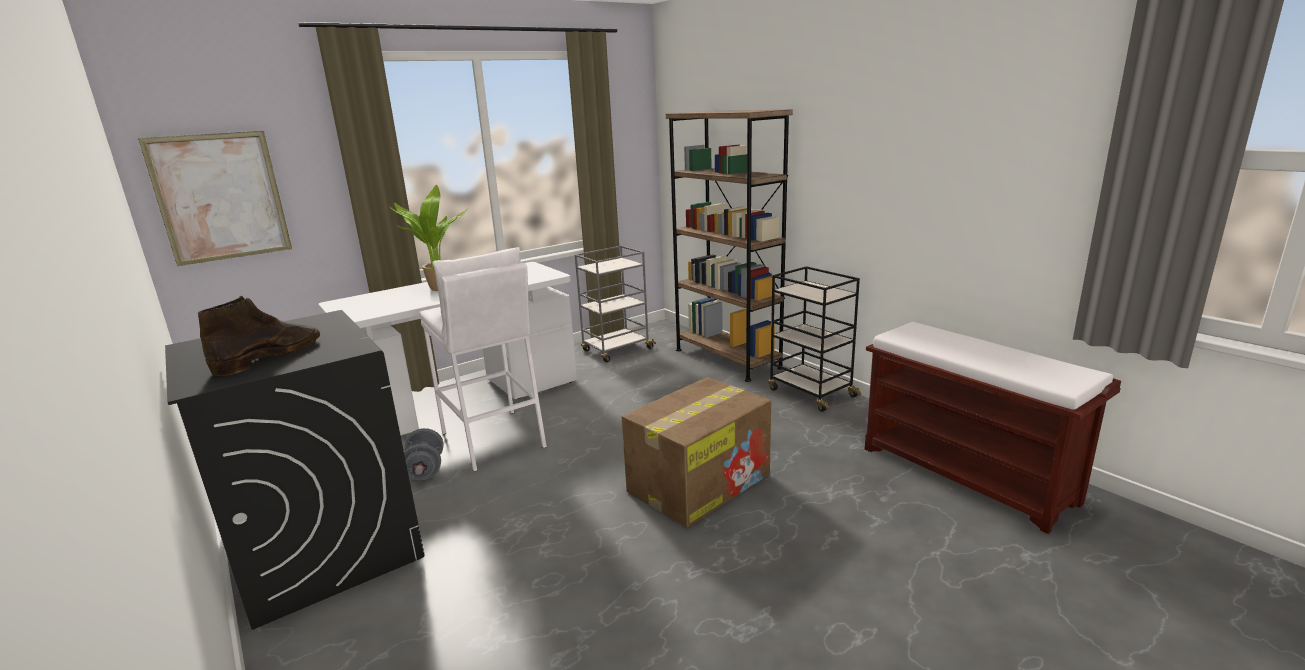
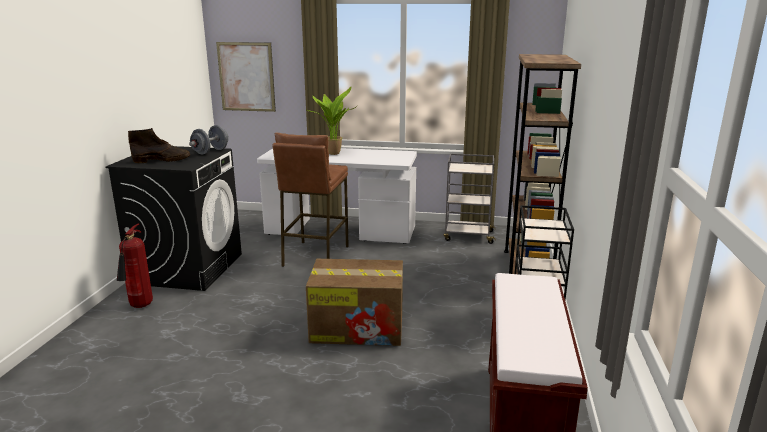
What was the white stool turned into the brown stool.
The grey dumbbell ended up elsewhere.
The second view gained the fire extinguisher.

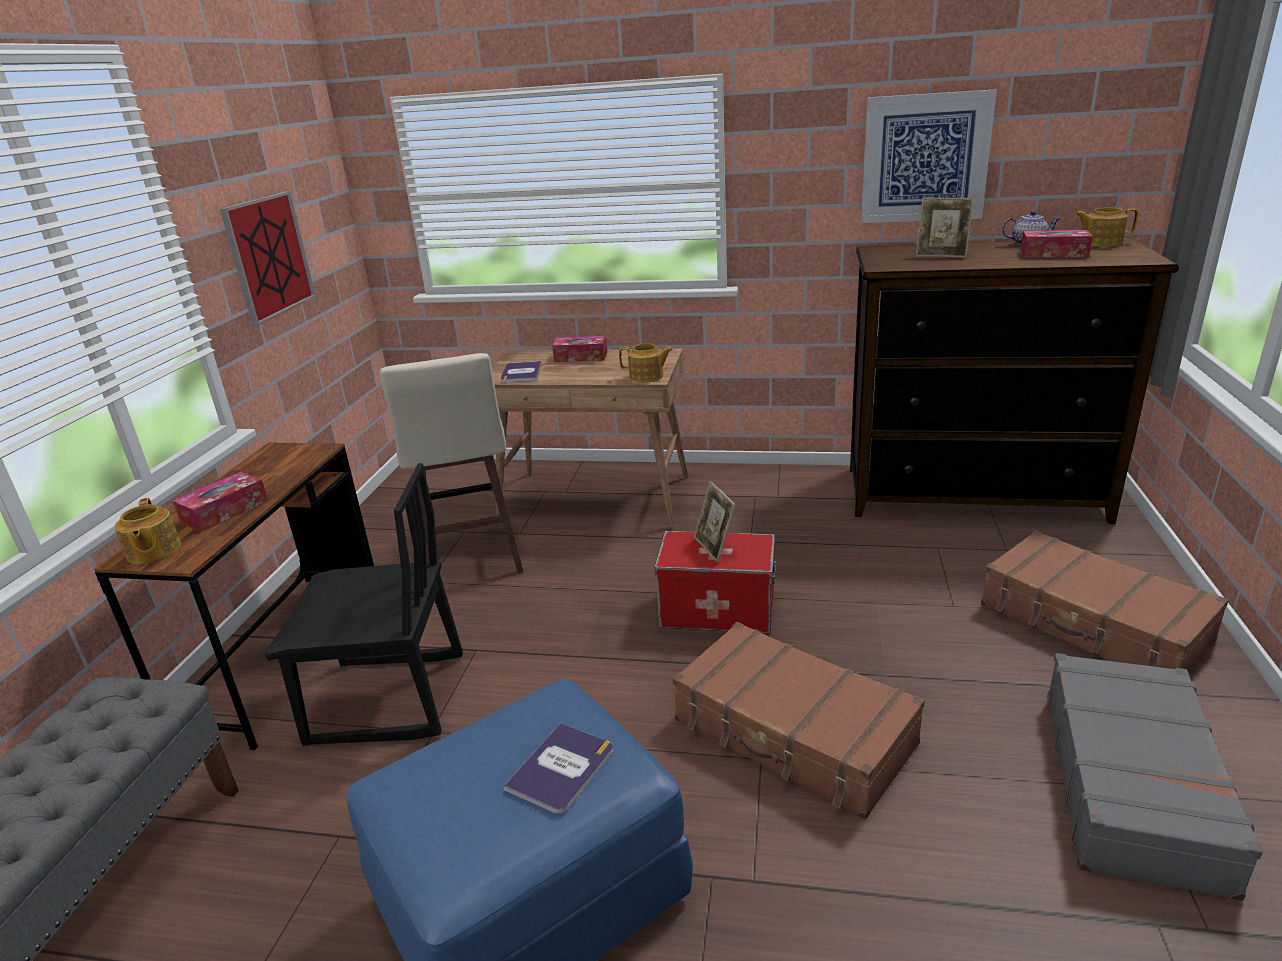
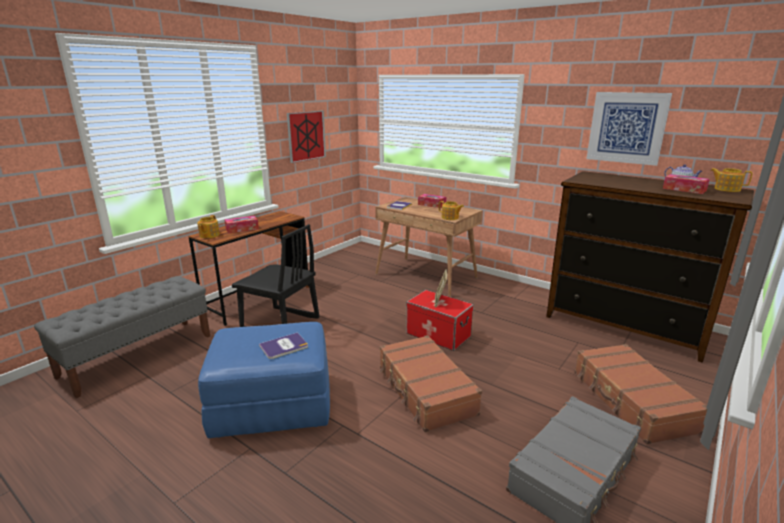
The second view lost the picture frame (no. 2 from left).
The second view lost the beige stool.

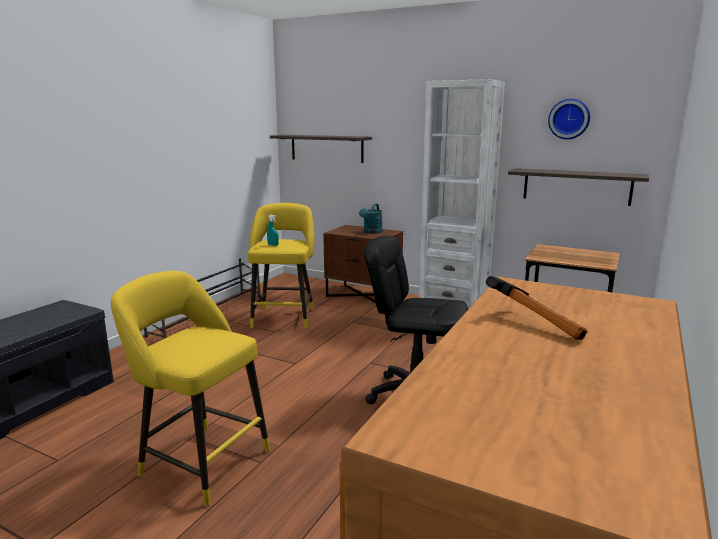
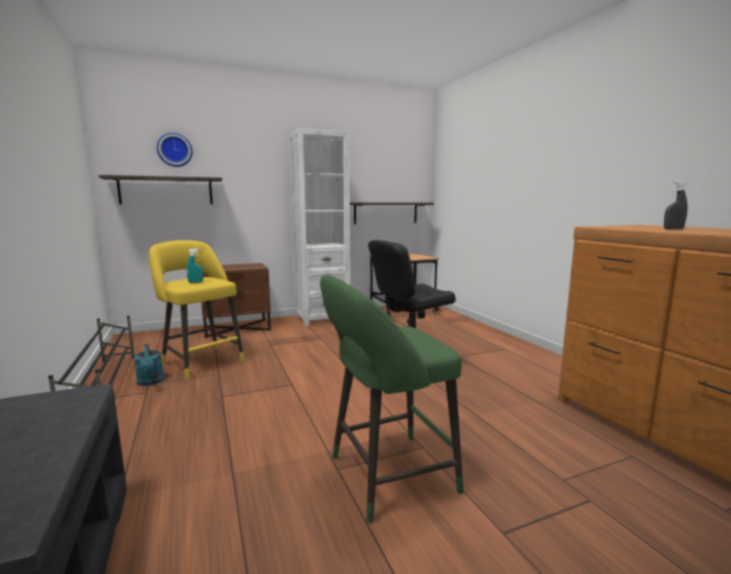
The wall clock ended up elsewhere.
The turquoise watering can ended up elsewhere.
What was the yellow stool (no. 1 from left) turned into the green stool.
Where the hammer stood, the grey spray bottle came to stand.

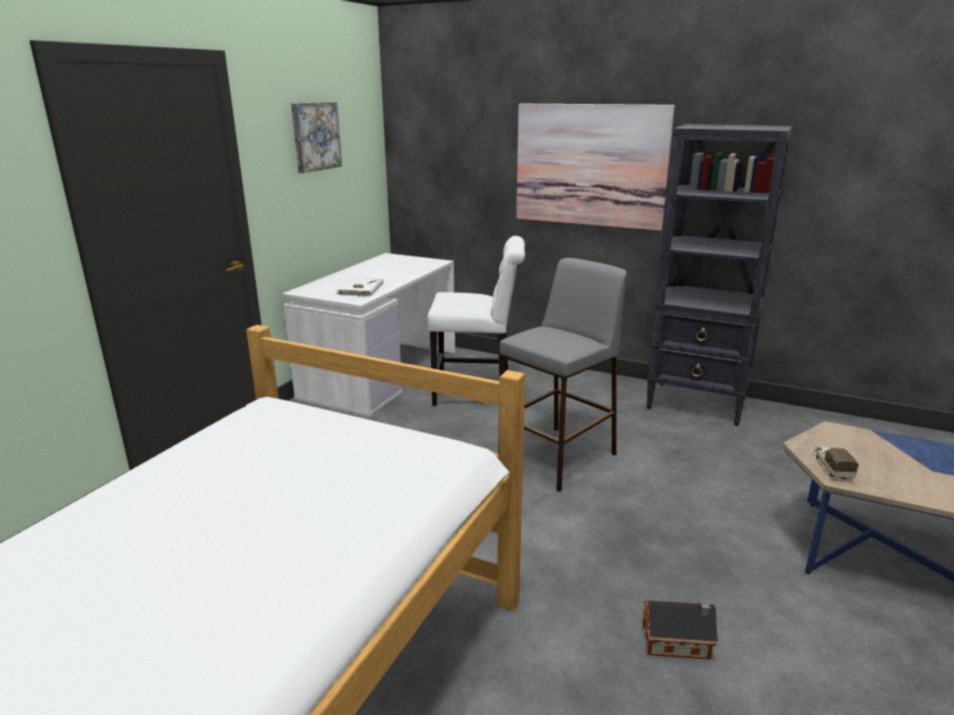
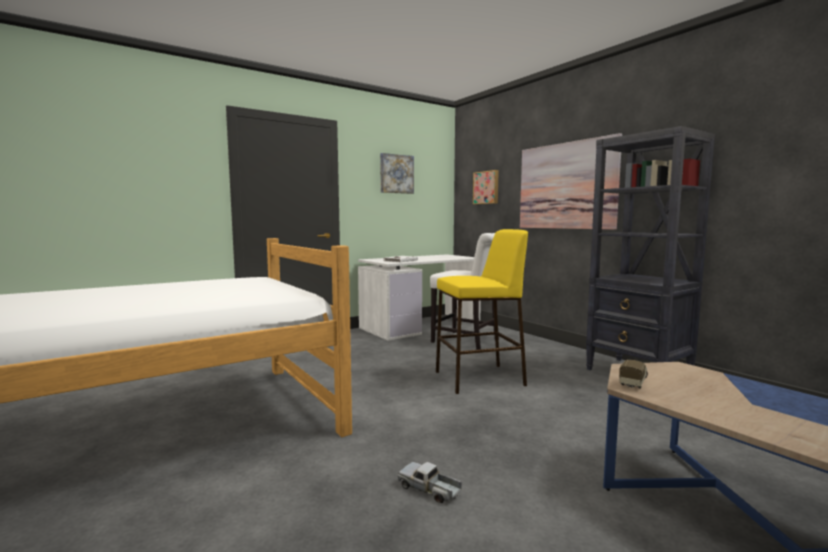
What was the grey stool turned into the yellow stool.
Where the toy house stood, the toy truck (no. 1 from left) came to stand.
The second view gained the picture (no. 2 from left).

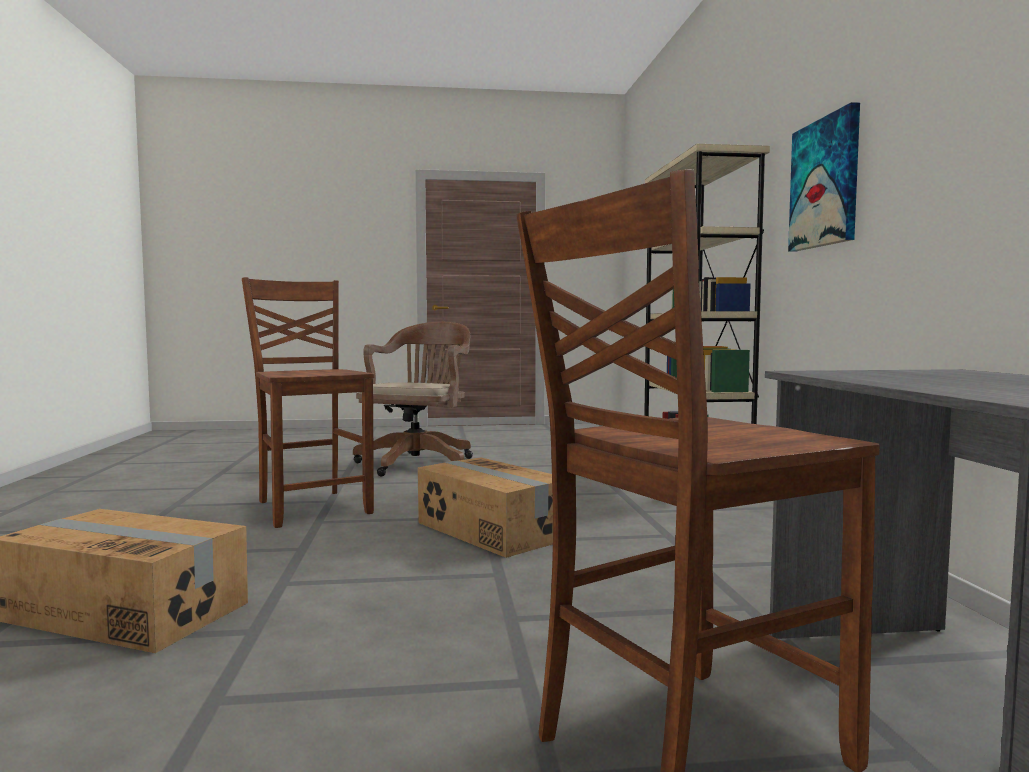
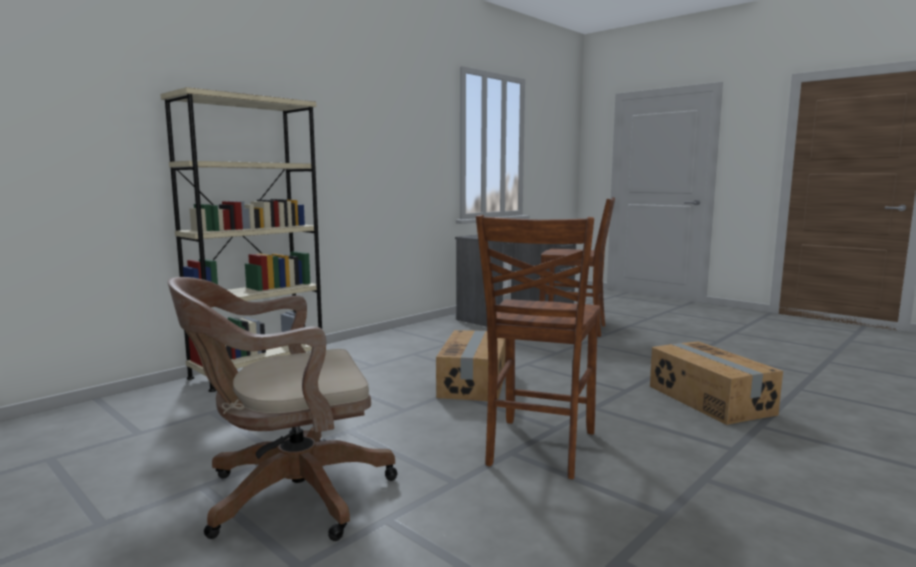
The second view lost the picture.

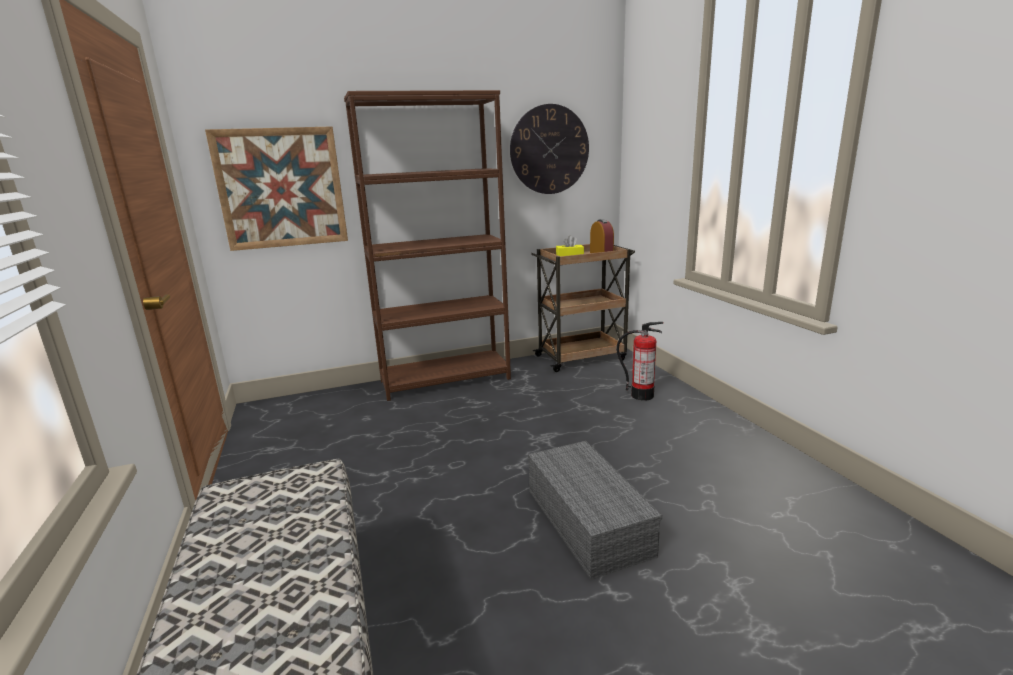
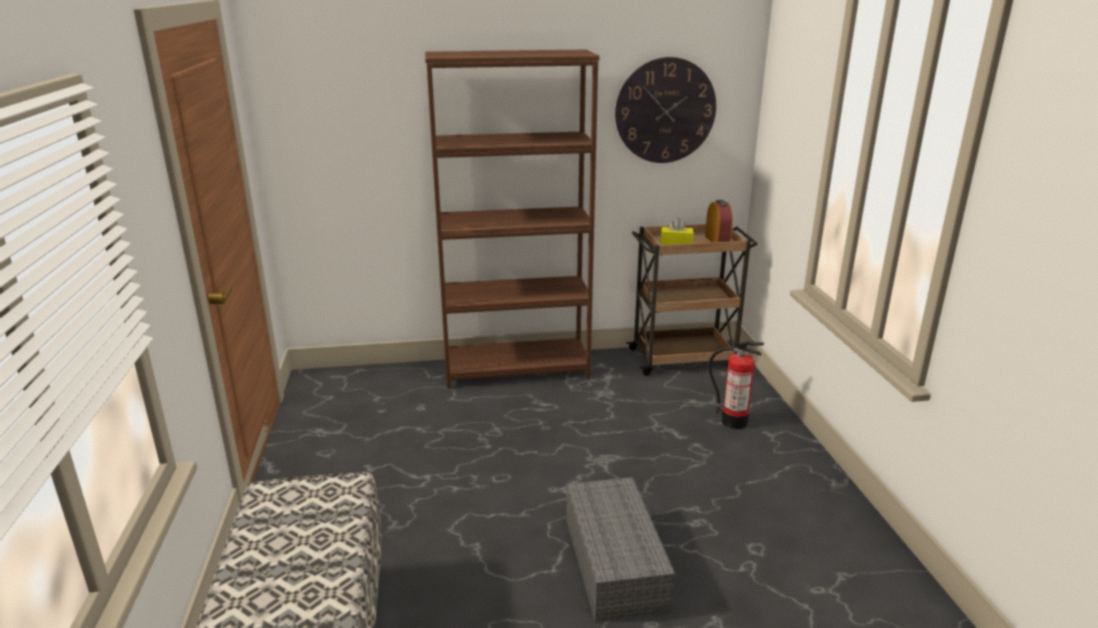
The second view lost the picture.

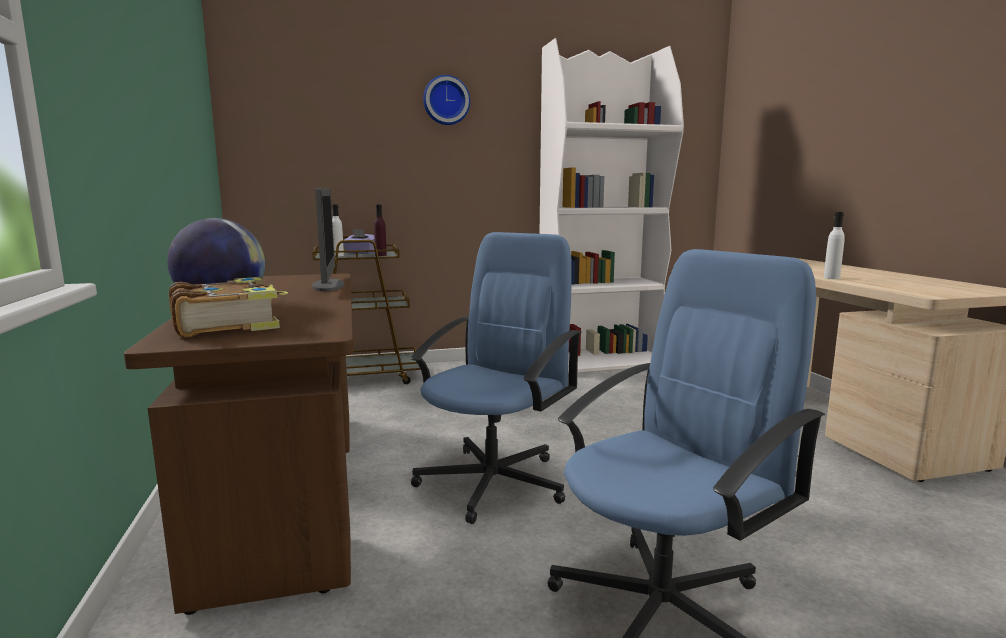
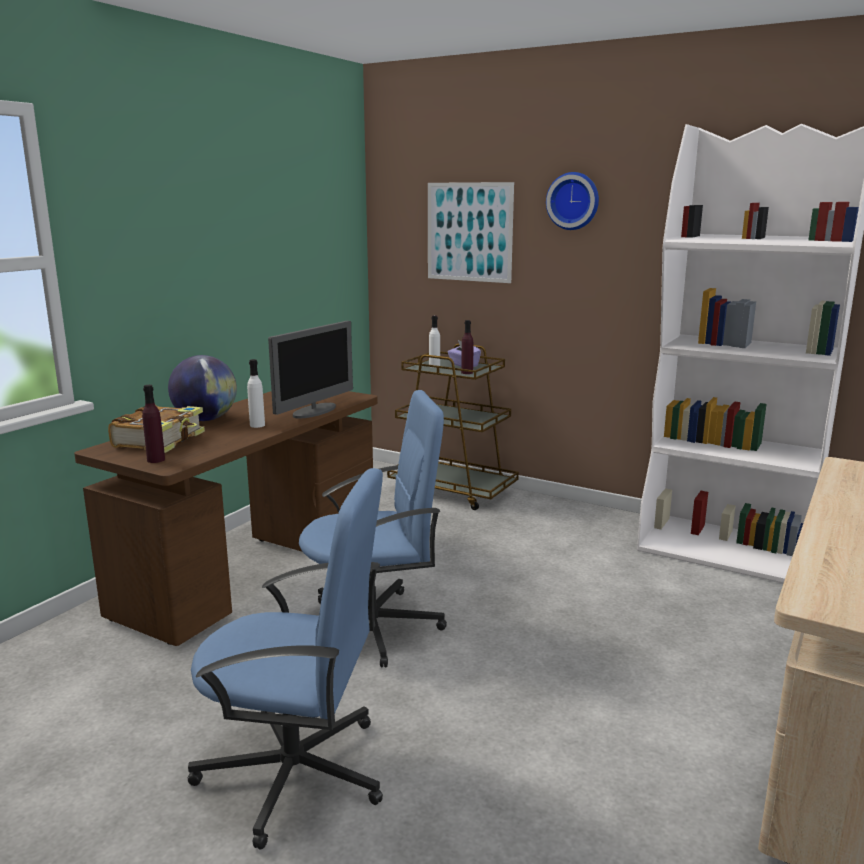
The white bottle (no. 2 from left in the first image) ended up elsewhere.
The second view gained the picture.
The second view gained the purple bottle (no. 1 from left).

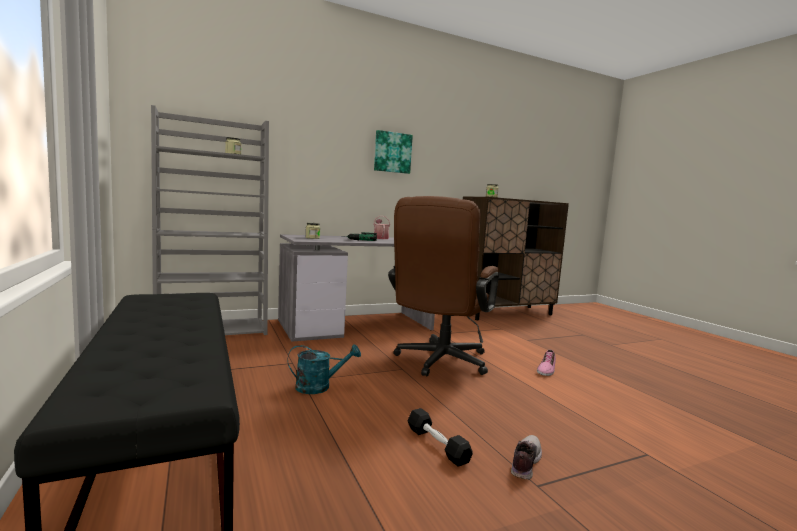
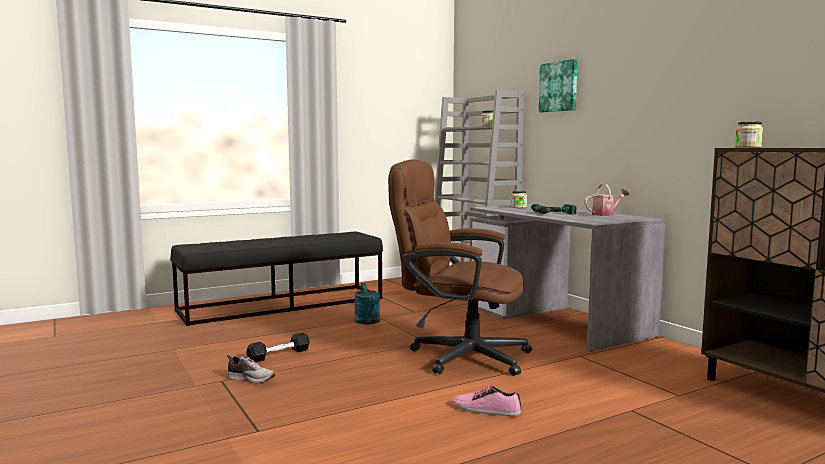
The picture ended up elsewhere.

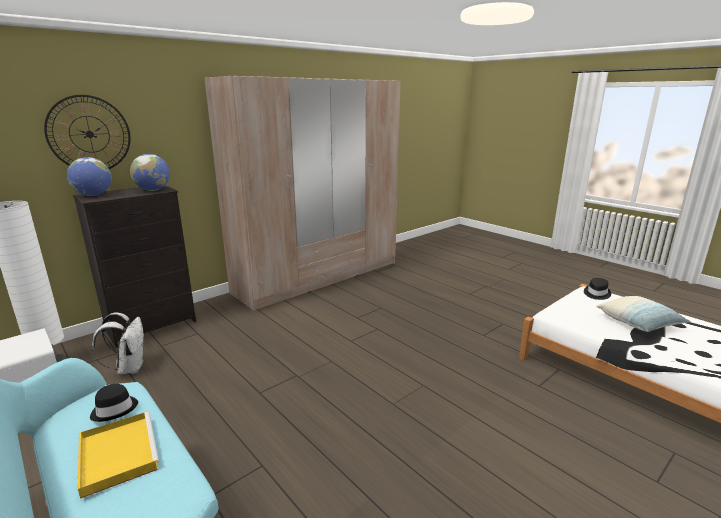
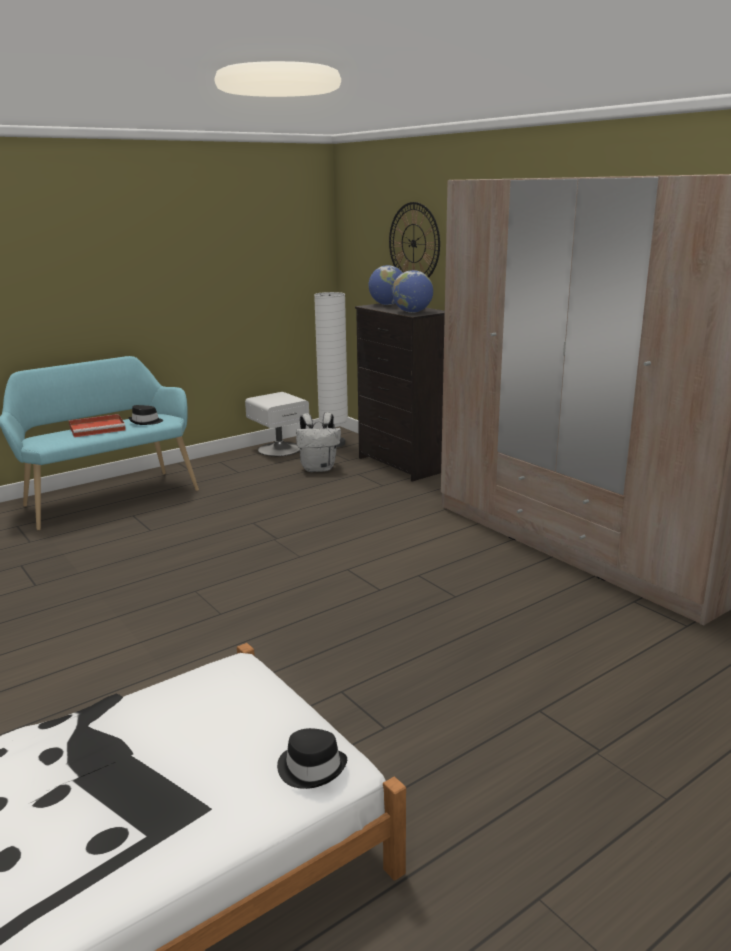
The second view lost the pillow.
What was the yellow tray turned into the red tray.

